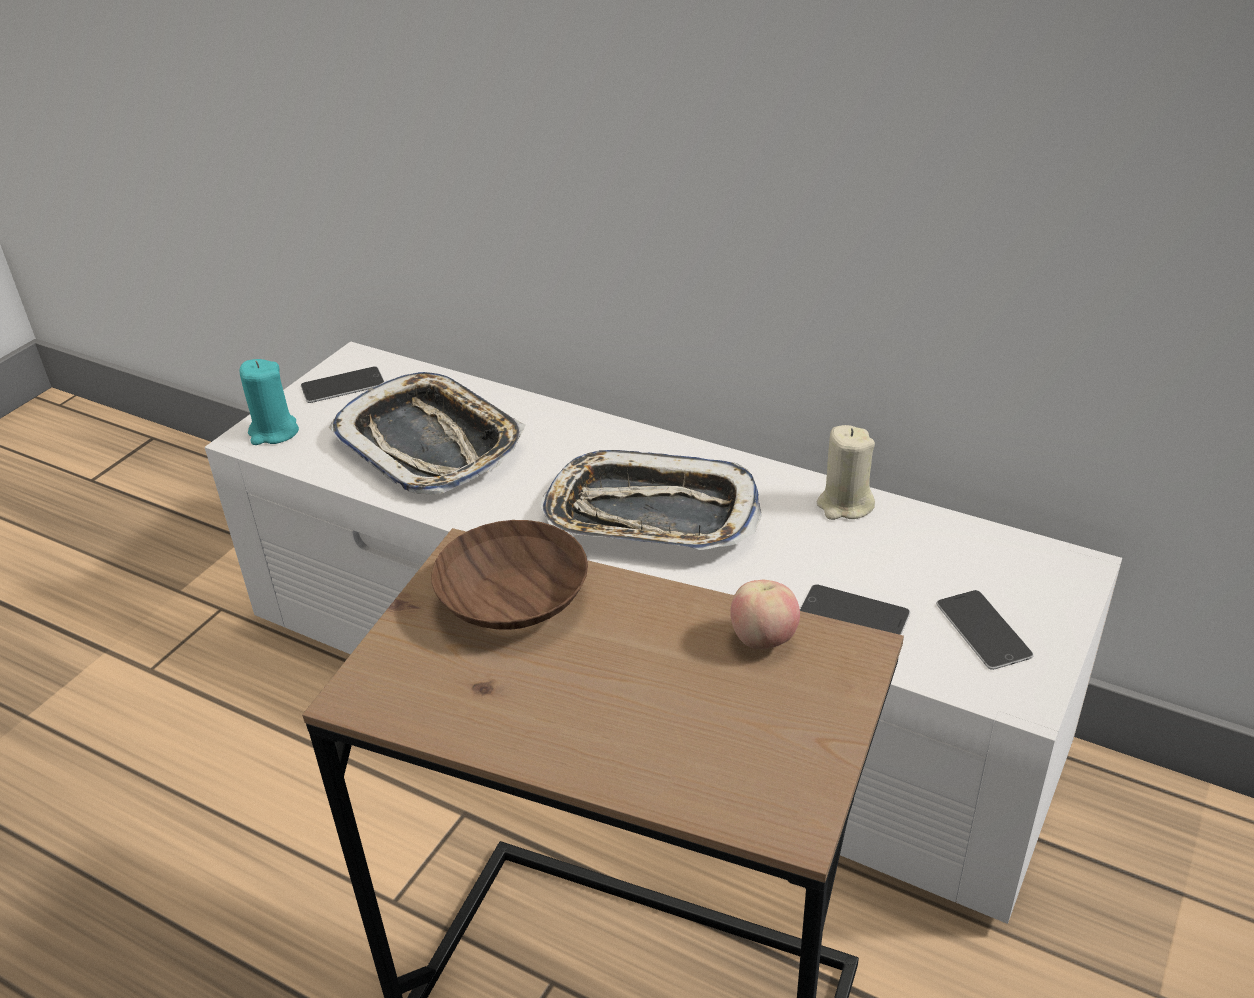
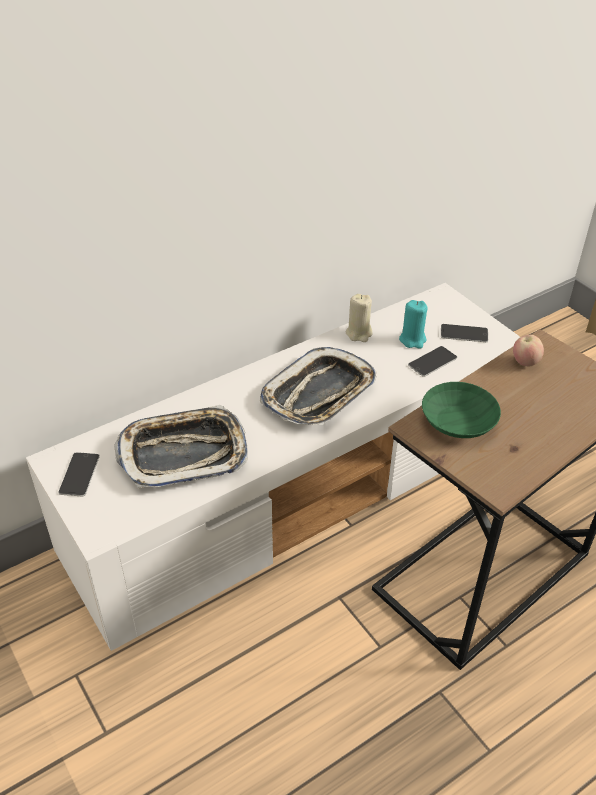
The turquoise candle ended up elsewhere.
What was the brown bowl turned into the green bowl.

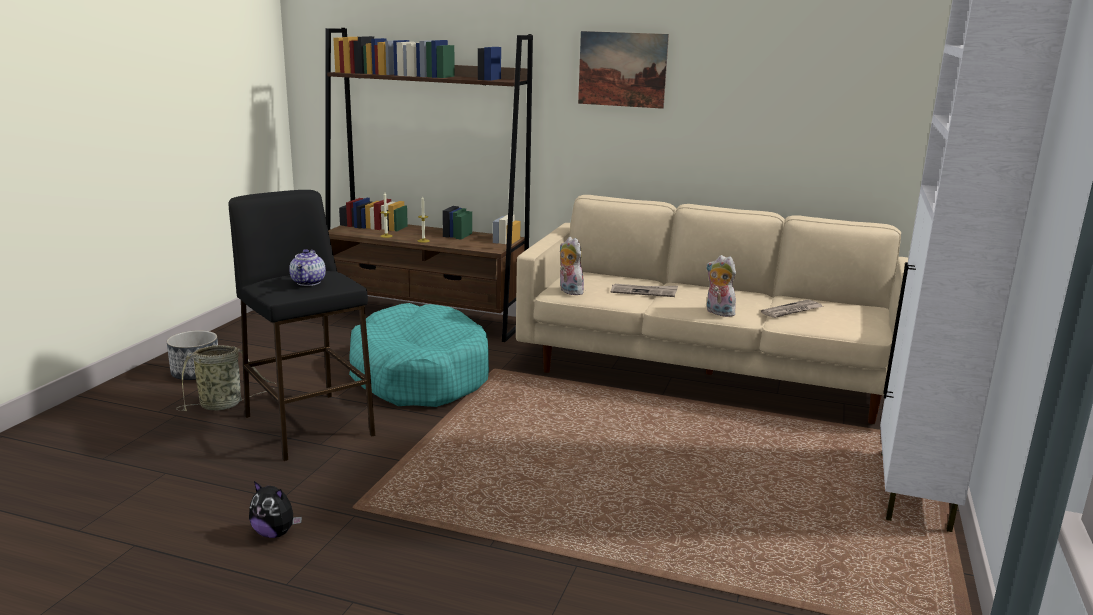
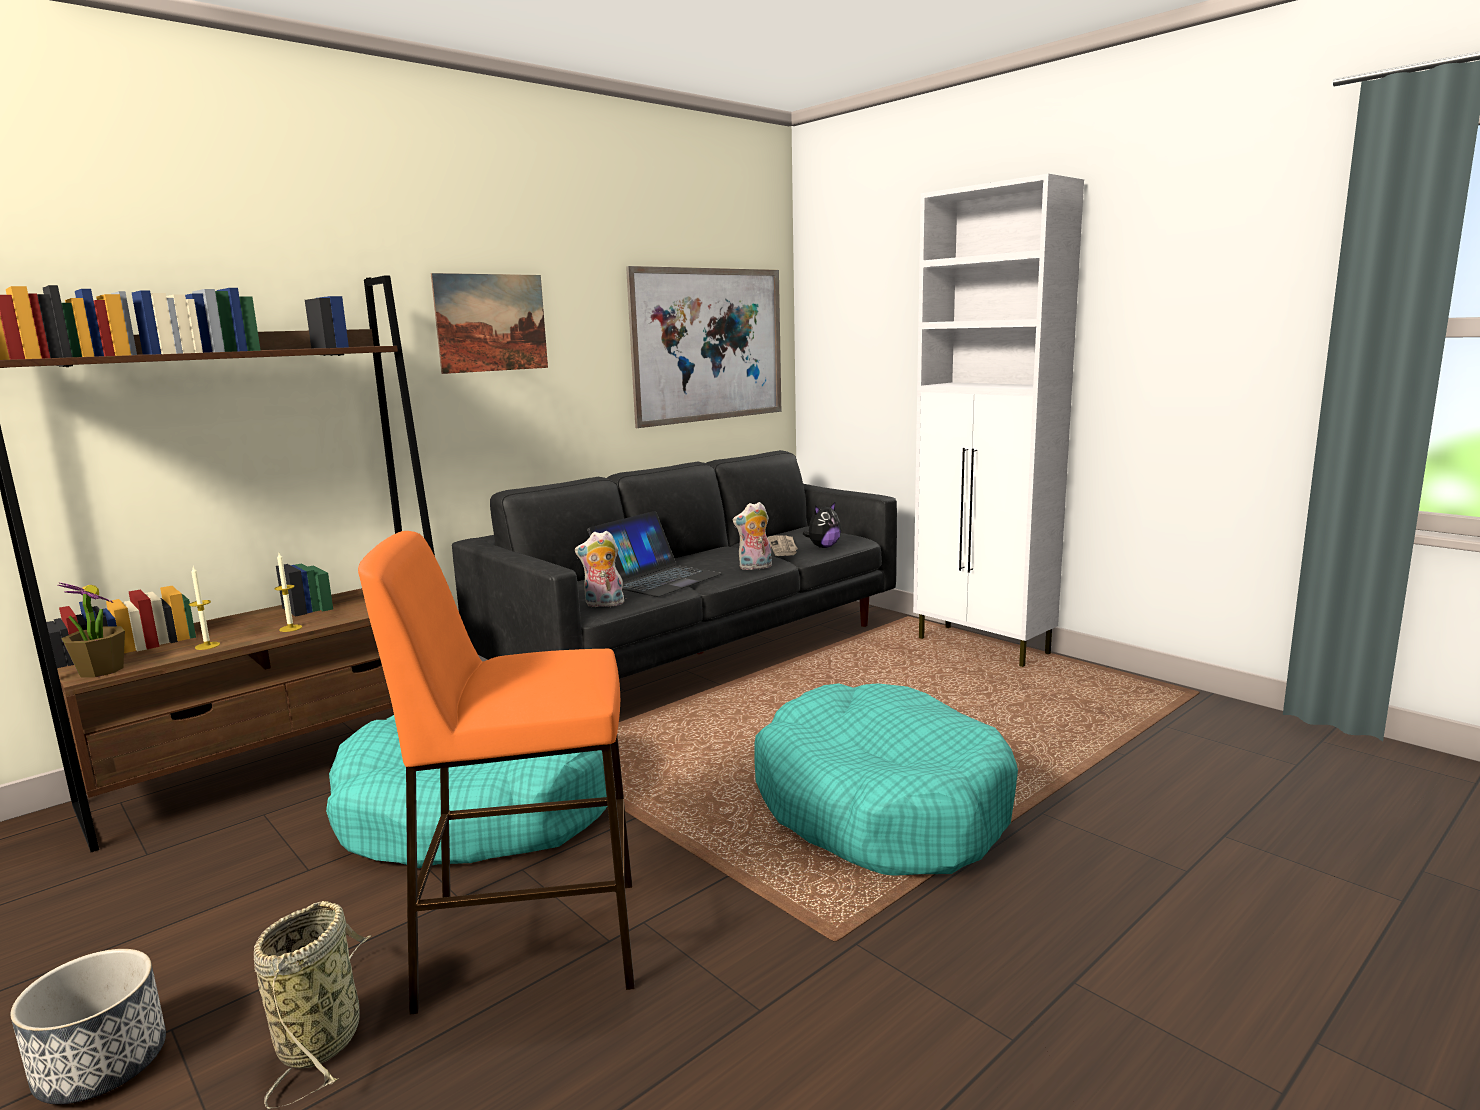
What was the black stool turned into the orange stool.
What was the beige sofa turned into the black sofa.
The second view lost the teapot.
Where the newspaper (no. 1 from left) stood, the laptop came to stand.
The plush toy (no. 1 from left in the first image) ended up elsewhere.
The second view gained the picture (no. 2 from left).
The second view gained the potted plant.
The second view gained the turquoise dog bed (no. 2 from left).

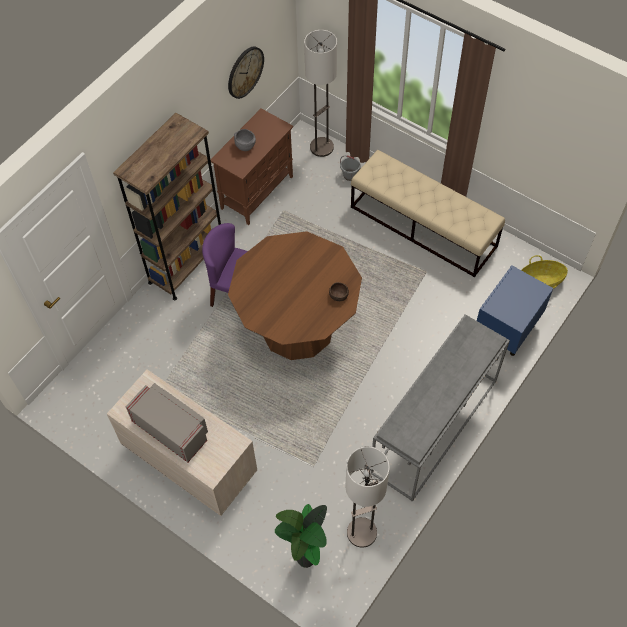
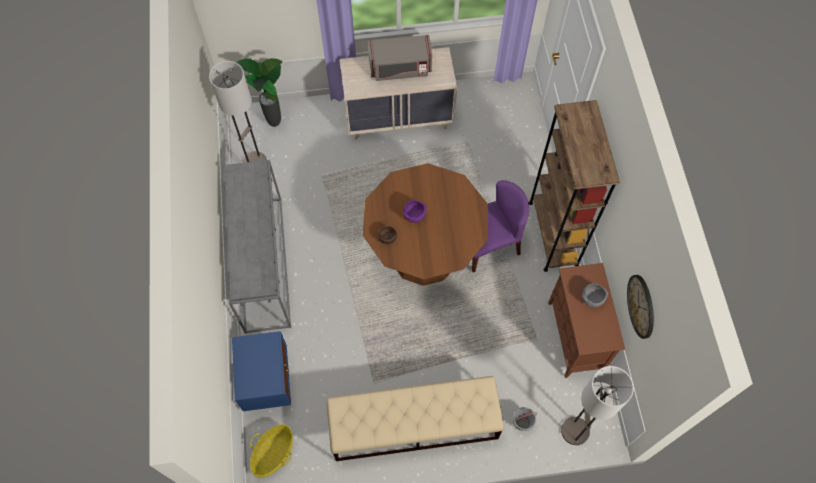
The second view gained the purple bowl.

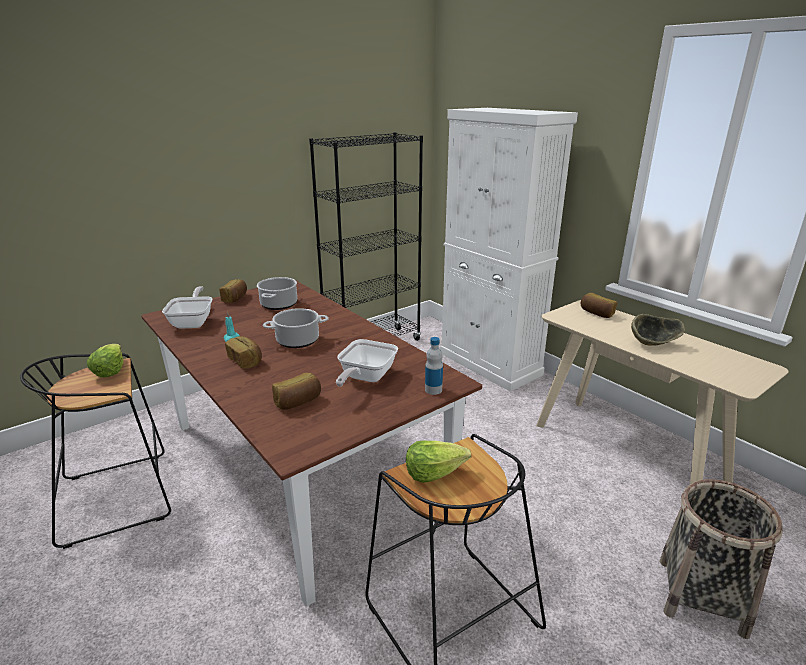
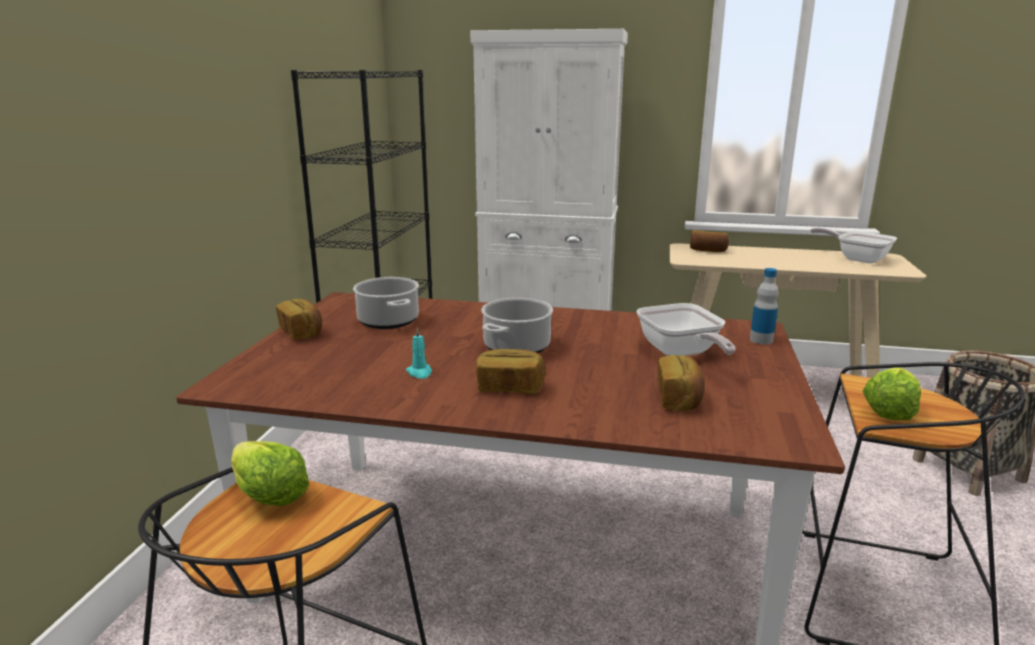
The frying pan (no. 1 from left in the first image) ended up elsewhere.
The second view lost the bowl.

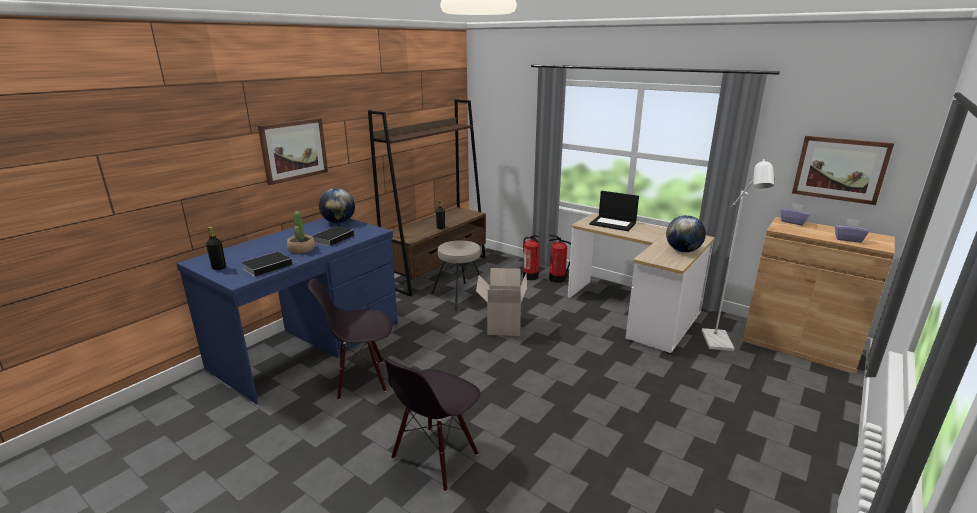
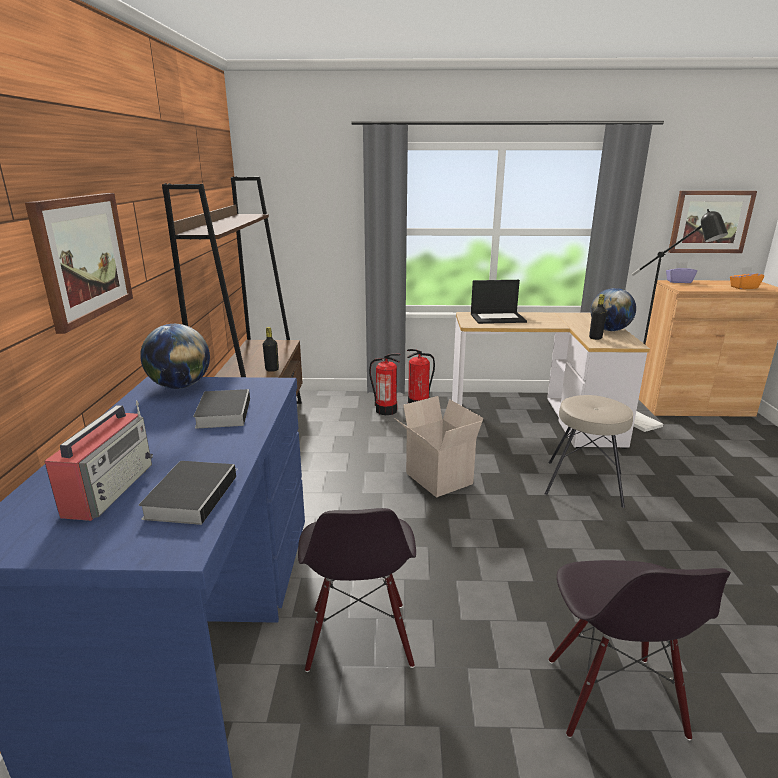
What was the white floor lamp turned into the black floor lamp.
The second view lost the potted plant.
What was the purple tissue box (no. 2 from left) turned into the orange tissue box.
The black bottle (no. 1 from left in the first image) ended up elsewhere.
The beige stool ended up elsewhere.
The black chair (no. 1 from left) ended up facing another way, 45 degrees counterclockwise from before.
The second view gained the radio.

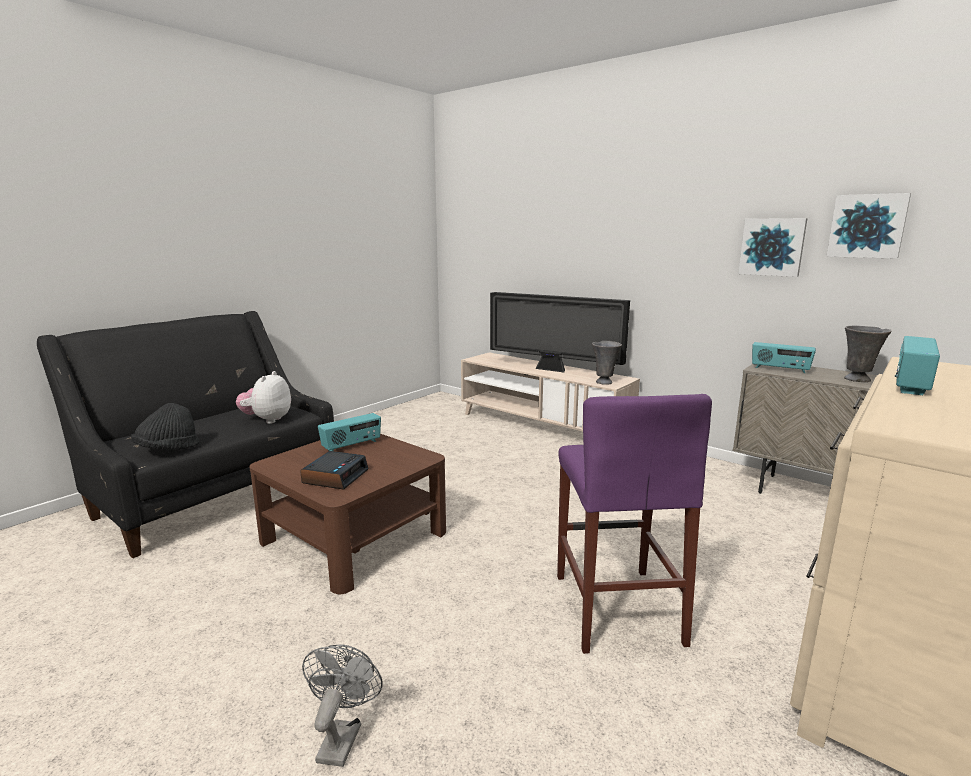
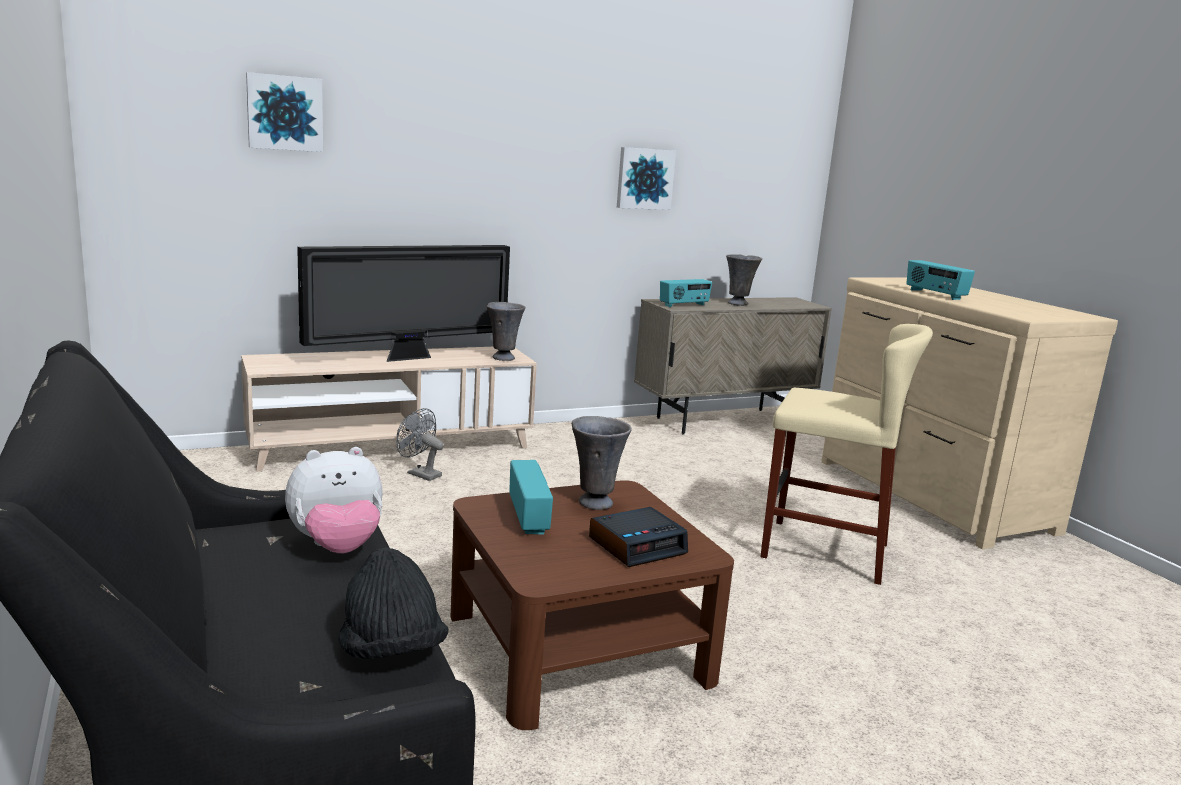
The picture (no. 2 from left in the first image) ended up elsewhere.
The plush toy ended up facing another way, 60 degrees counterclockwise from before.
What was the purple stool turned into the beige stool.
The alarm clock ended up facing another way, 105 degrees clockwise from before.
The grey fan ended up elsewhere.
The second view gained the grey vase (no. 2 from left).

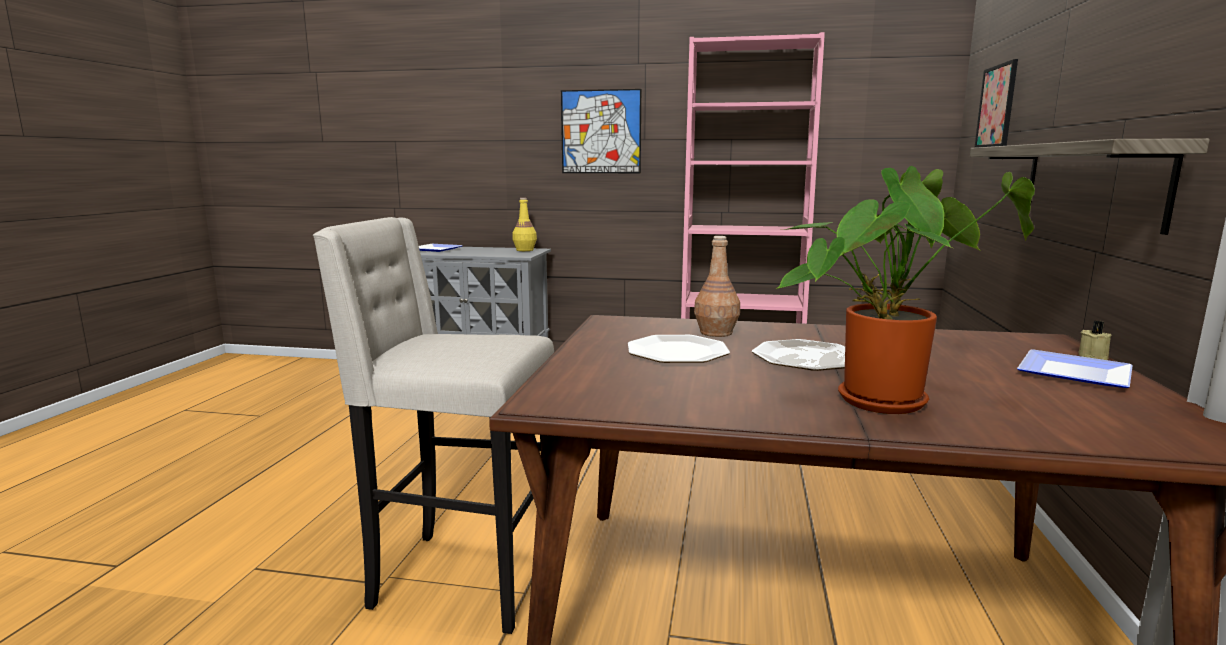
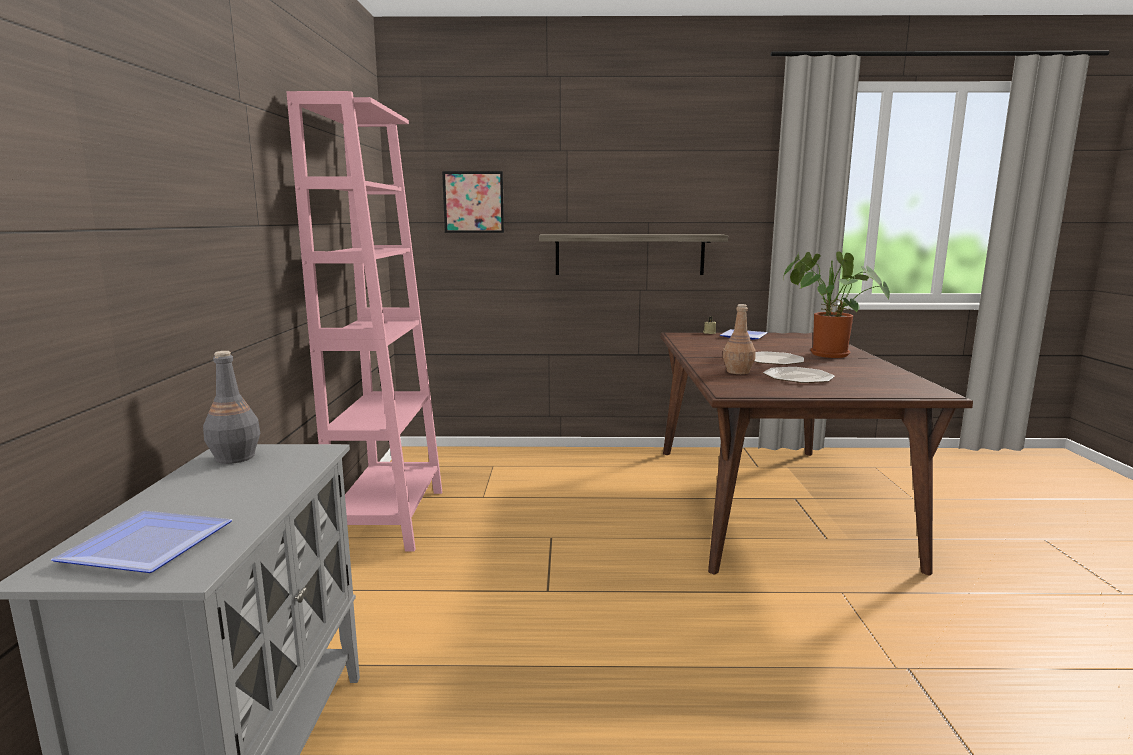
The second view lost the picture (no. 1 from left).
What was the yellow bottle turned into the grey bottle.
The second view lost the beige stool.

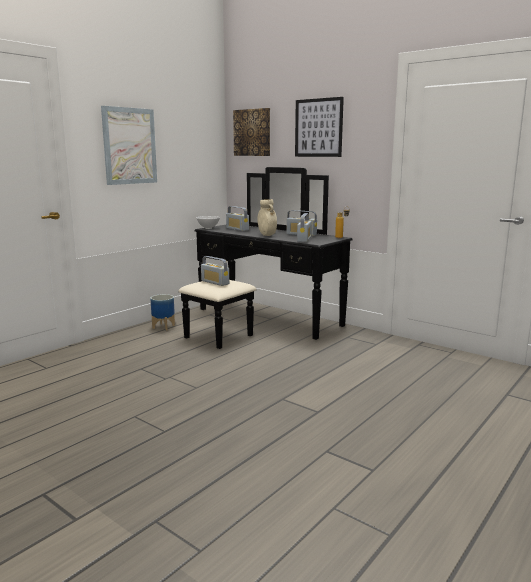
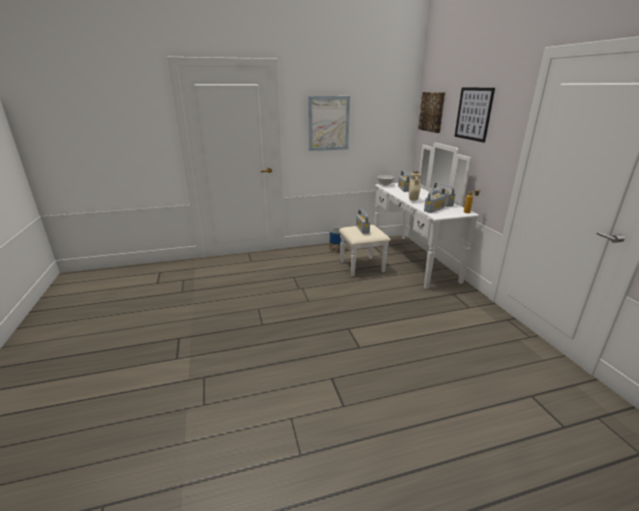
What was the black dresser turned into the white dresser.

